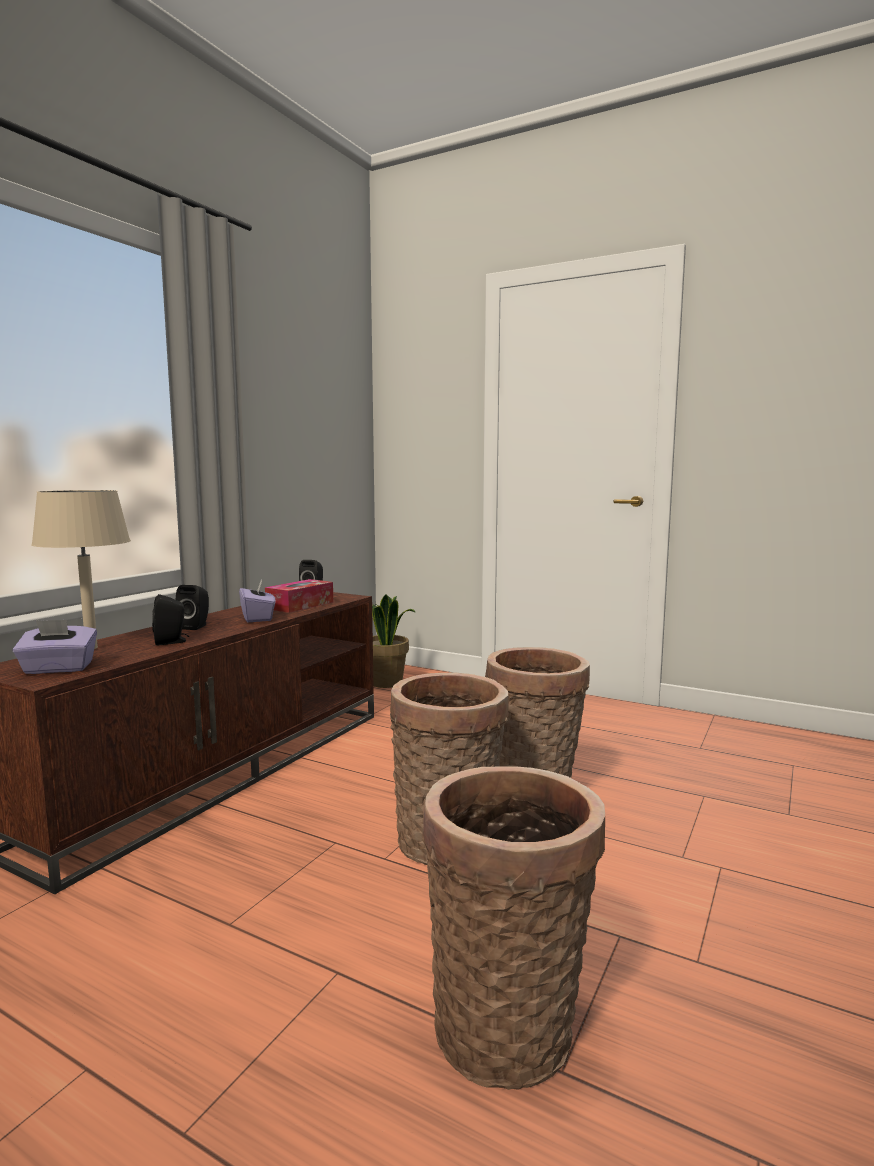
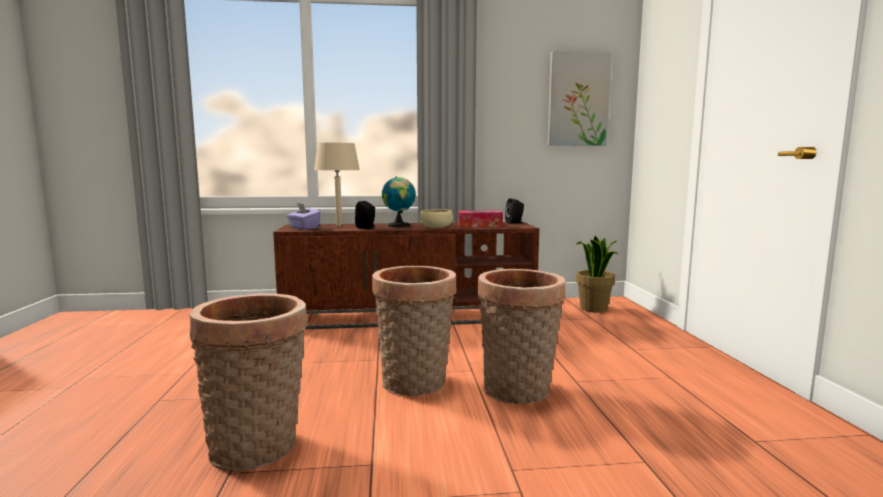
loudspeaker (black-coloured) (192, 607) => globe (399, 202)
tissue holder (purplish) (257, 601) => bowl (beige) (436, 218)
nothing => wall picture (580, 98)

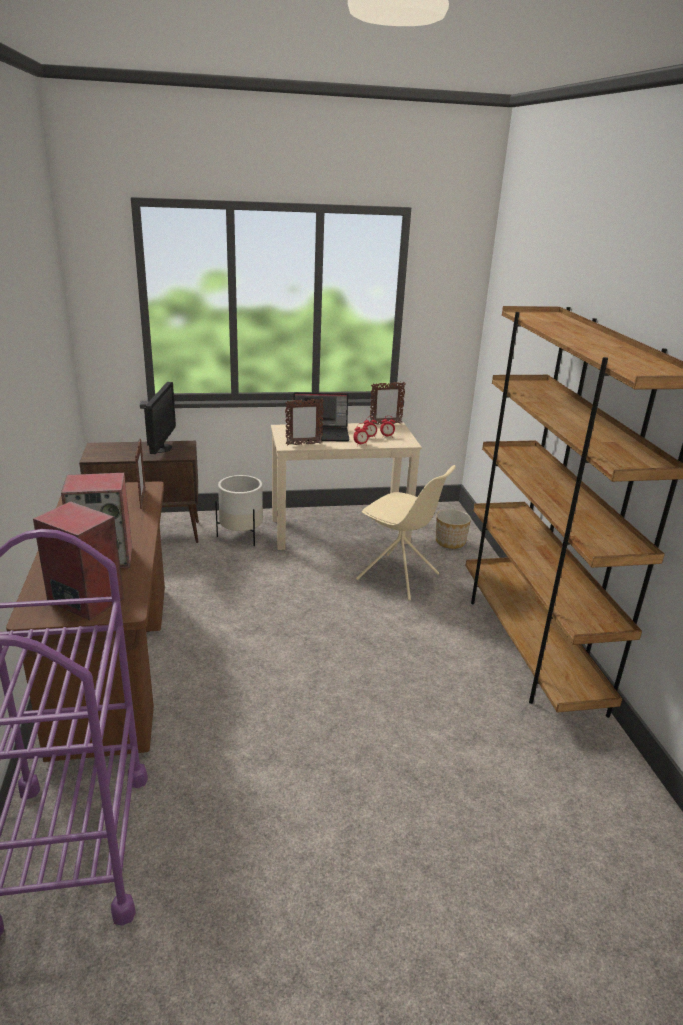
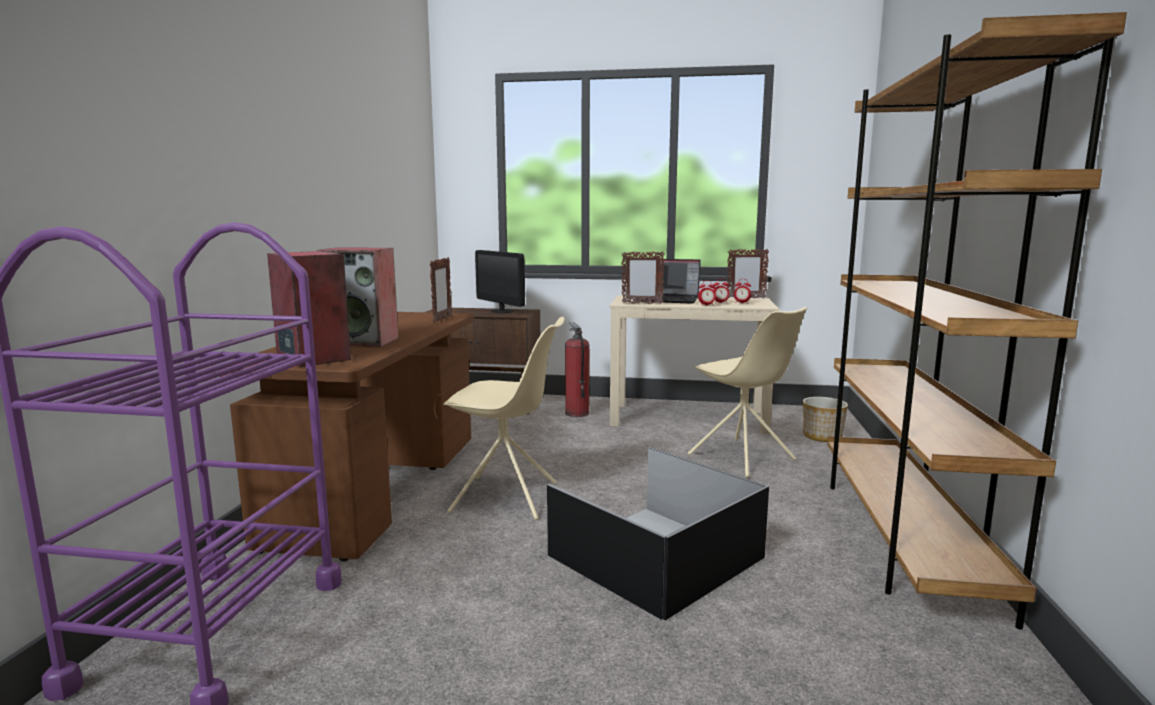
nothing => plain chair (beige) (504, 418)
computer screen (160, 418) => computer screen (500, 281), 120 degrees clockwise
nothing => storage container (black-coloured) (658, 534)
planter (whitish) (239, 510) => fire-fighting cylinder (577, 369)

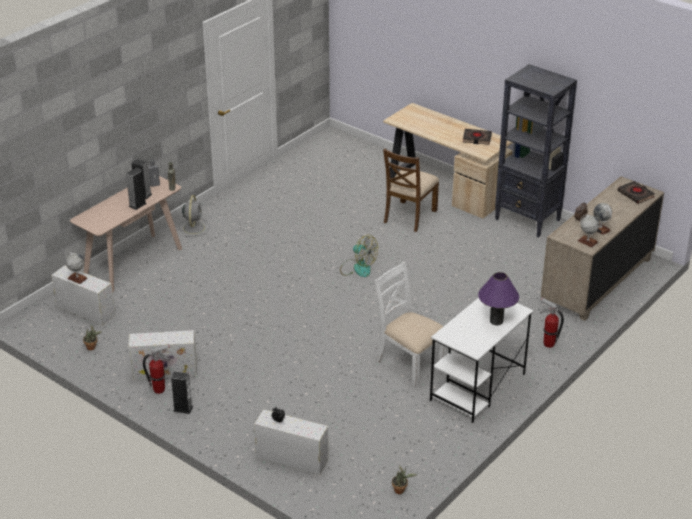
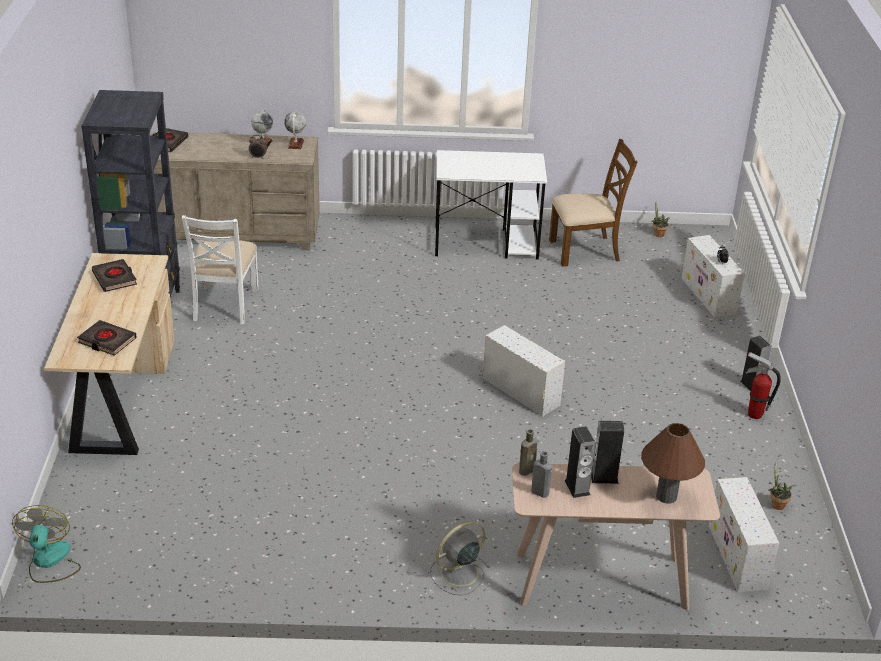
fan (359, 256) => fan (46, 544), move
nothing => bound book (black-coloured) (107, 338)
plain chair (whitish) (410, 324) => plain chair (whitish) (220, 269), move
storage container (whitish) (162, 355) => storage container (whitish) (524, 371), move
plain chair (brown) (411, 190) => plain chair (brown) (593, 203), move
nothing => tabletop lamp (brown) (673, 463)
globe (77, 268) => nothing
tabletop lamp (purplish) (498, 298) => nothing
fire-fighting cylinder (552, 323) => nothing

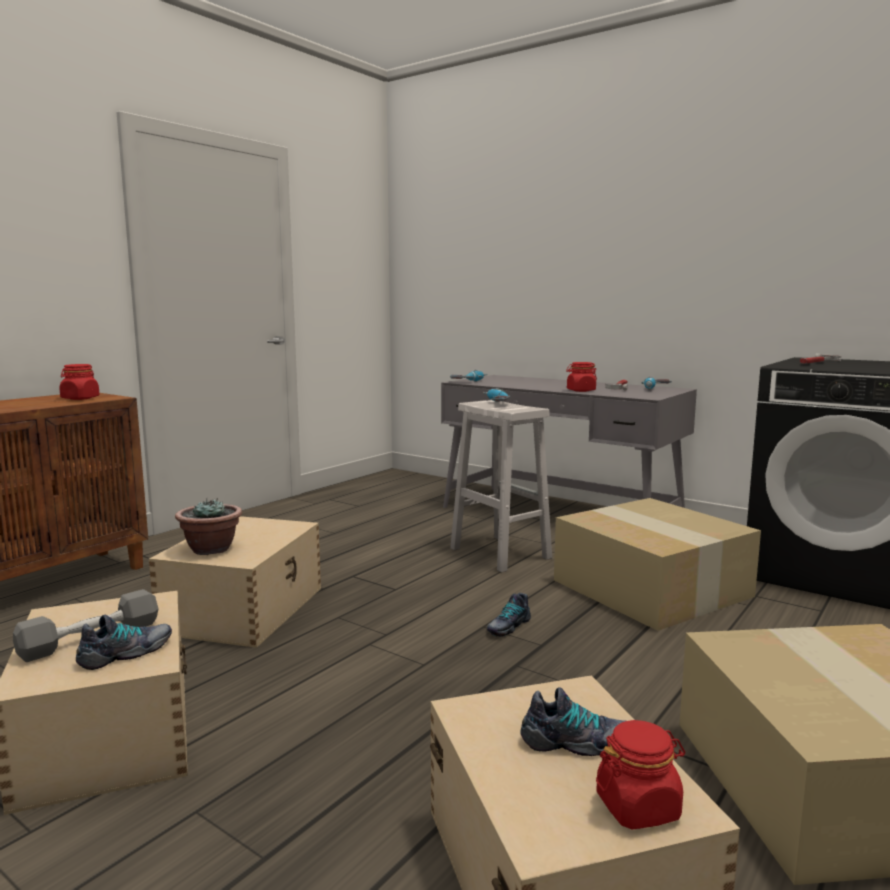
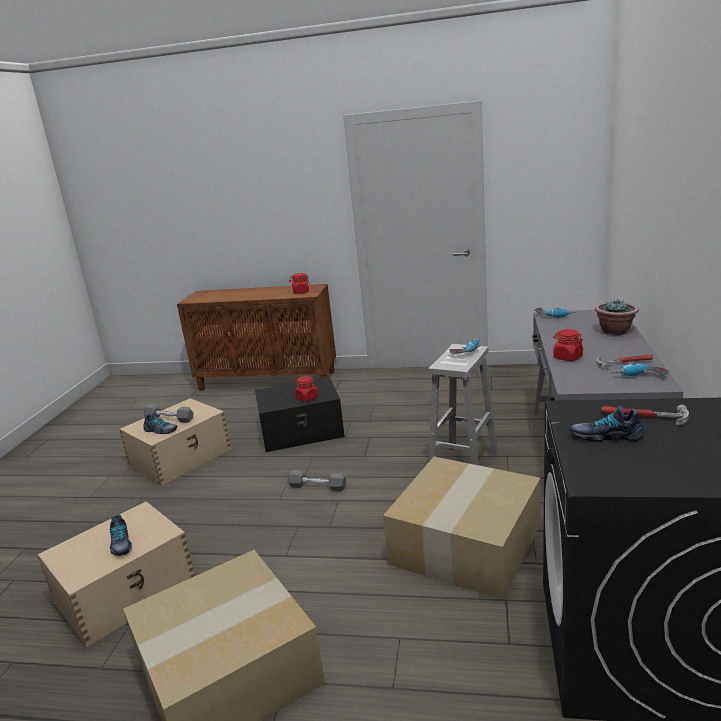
storage container (beige) (235, 582) => storage container (black-coloured) (300, 414)
nothing => free weight (greyish) (317, 480)
preserve jar (reddish) (640, 775) => preserve jar (reddish) (306, 389), move
shoe (509, 615) => shoe (607, 424), move
houseplant (208, 526) => houseplant (617, 317), move

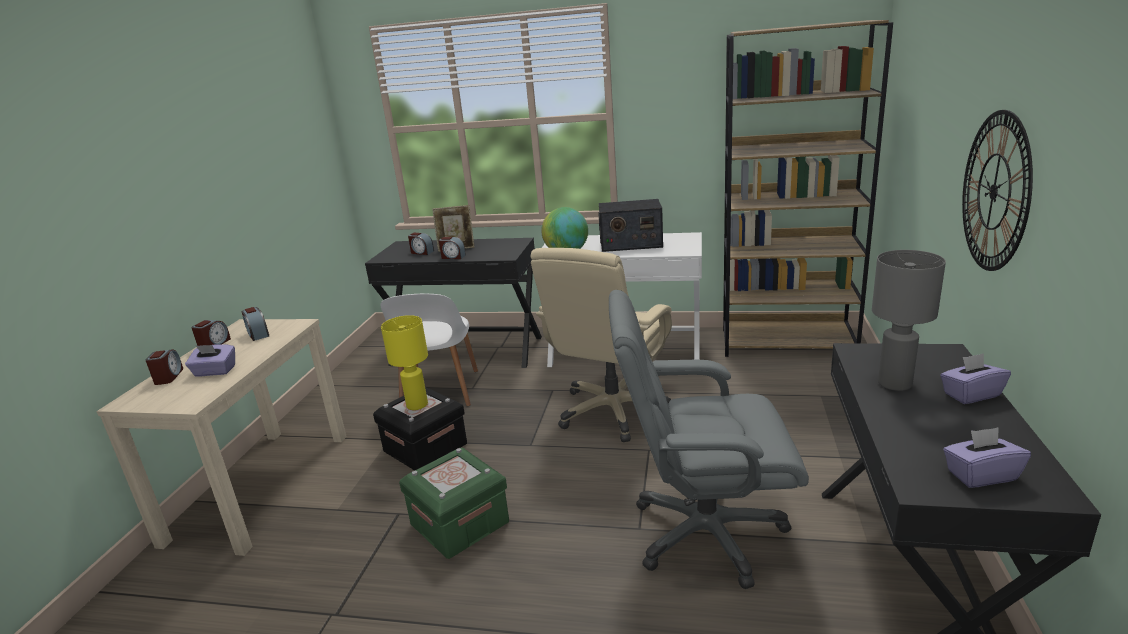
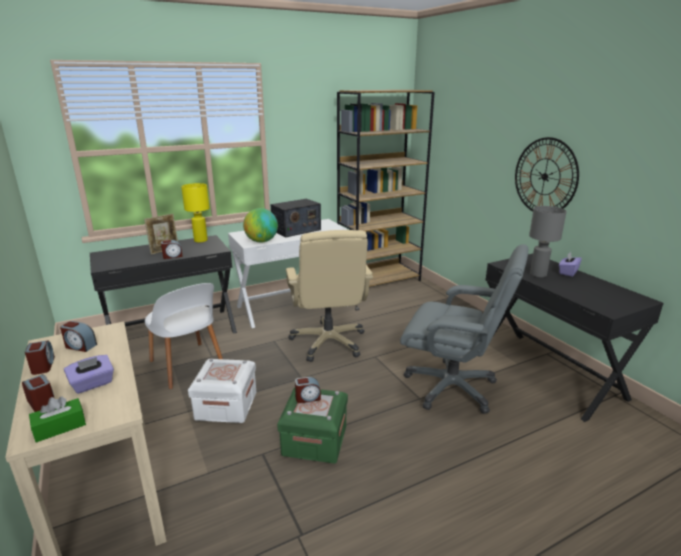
nothing => tissue holder (greenish) (57, 419)
tabletop lamp (yellow) (404, 362) => tabletop lamp (yellow) (195, 212), move
storage container (black-coloured) (420, 428) => storage container (whitish) (222, 391)
alarm clock (421, 244) => alarm clock (308, 390), move
office chair (greyish) (709, 439) => office chair (greyish) (464, 329), 120 degrees counterclockwise
tissue holder (purplish) (987, 457) => nothing

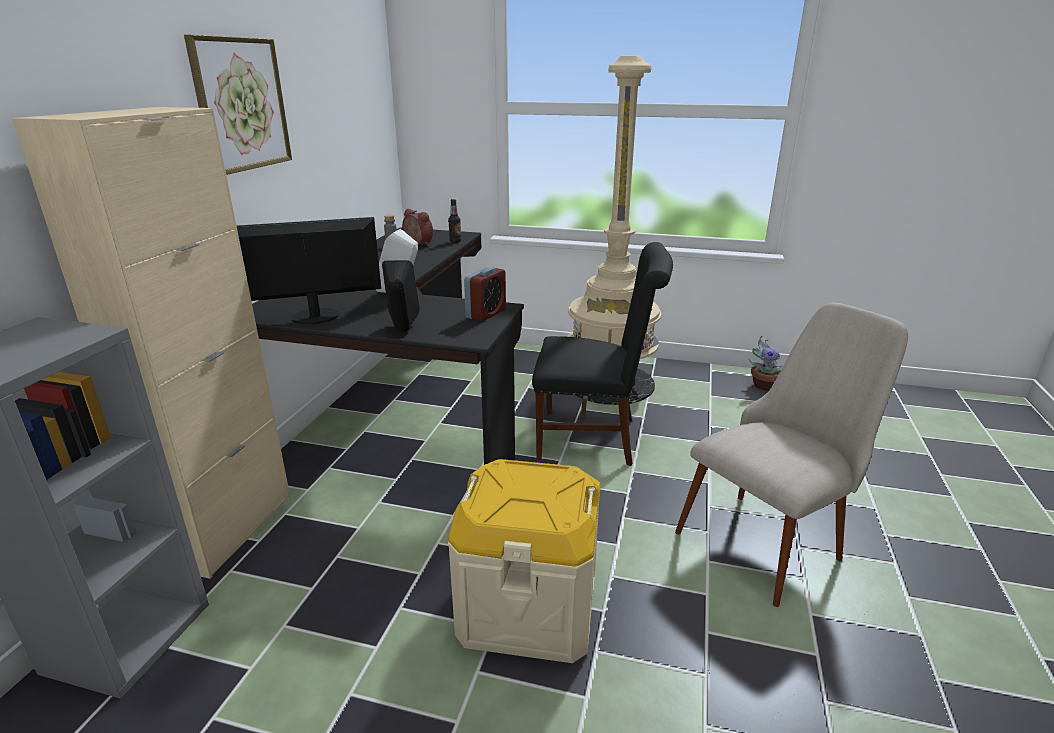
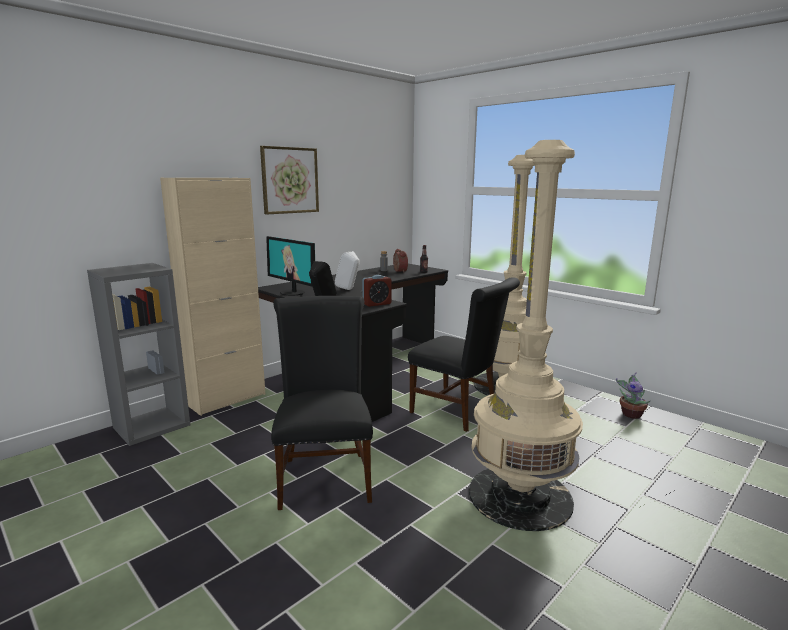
computer screen (309, 270) => computer screen (290, 266), 150 degrees counterclockwise
storage container (beige) (524, 561) => plain chair (black-coloured) (322, 403)
plain chair (beige) (791, 455) => floor lamp (beige) (526, 335)

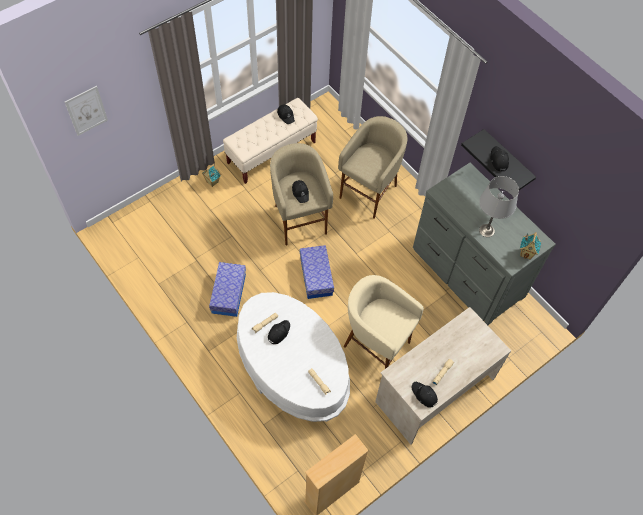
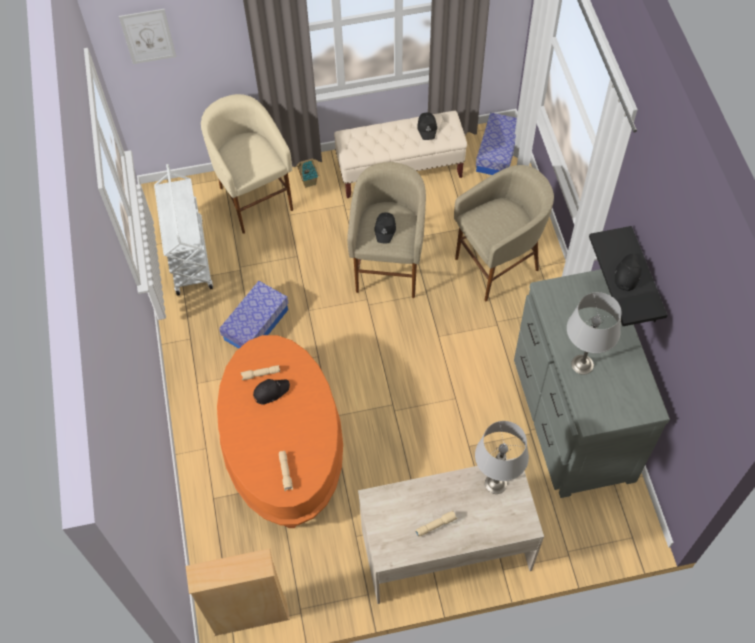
nothing => cart (whitish) (183, 230)
stool seat (beige) (384, 322) => stool seat (beige) (247, 164), move
lounge table (whitish) (293, 357) => lounge table (orange) (280, 431)
nothing => tabletop lamp (greyish) (502, 457)
storage container (317, 272) => storage container (496, 144), move
peaked cap (black-coloured) (425, 394) => nothing
toy house (530, 246) => nothing

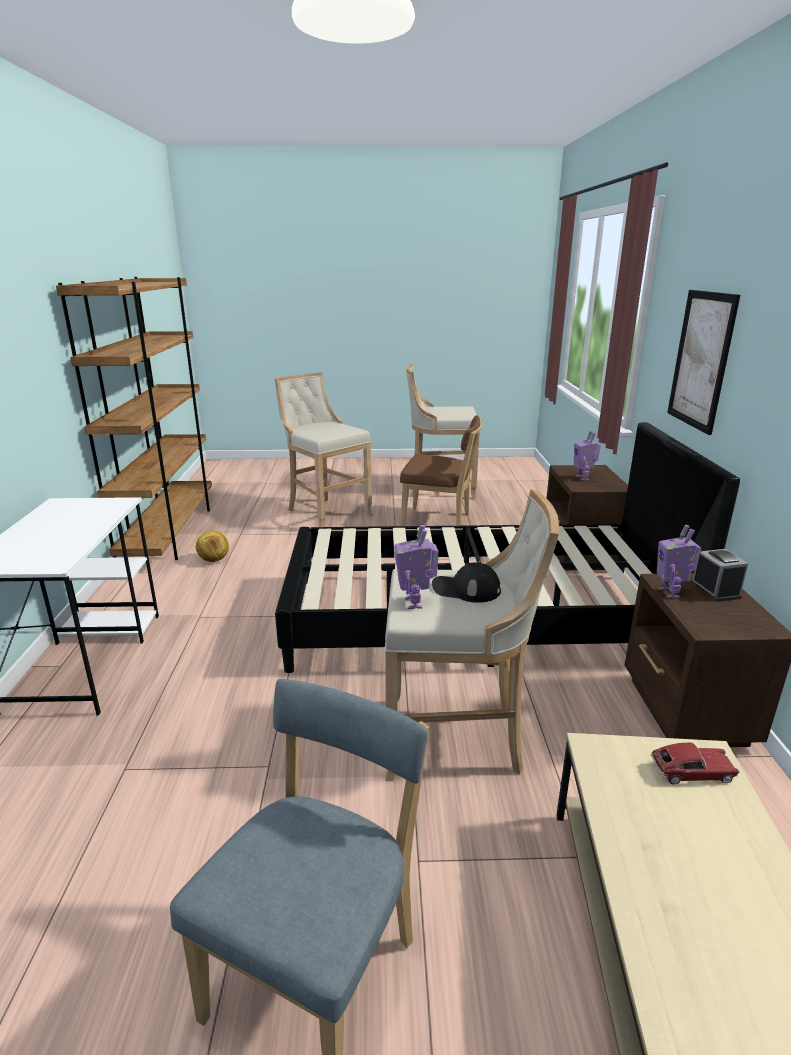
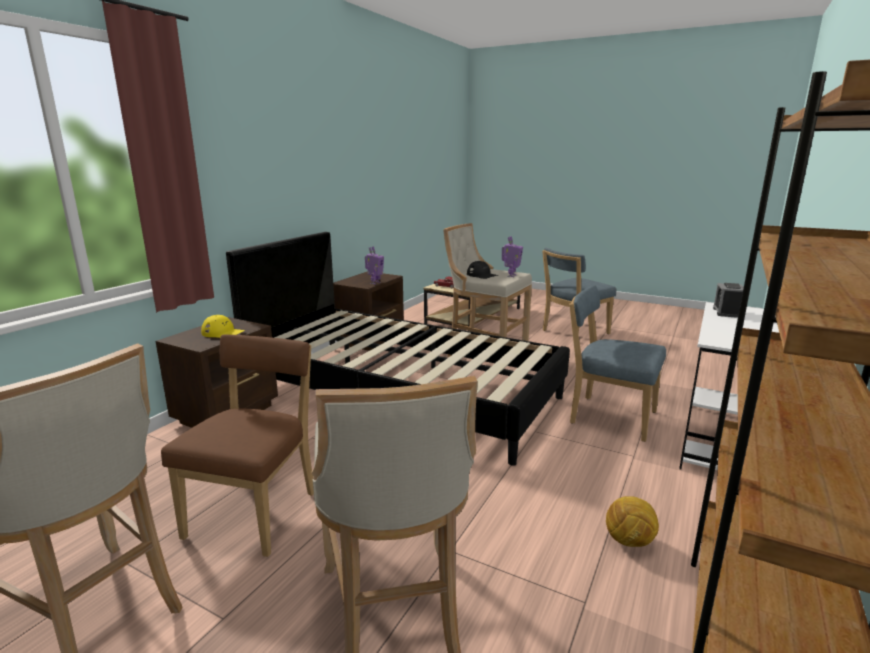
plain chair (brown) (441, 470) => plain chair (brown) (237, 446), 60 degrees clockwise
toy robot (587, 455) => peaked cap (yellow) (223, 326)
nothing => plain chair (bluish) (617, 363)
alarm clock (719, 575) => alarm clock (728, 300), move
wall picture (703, 362) => nothing

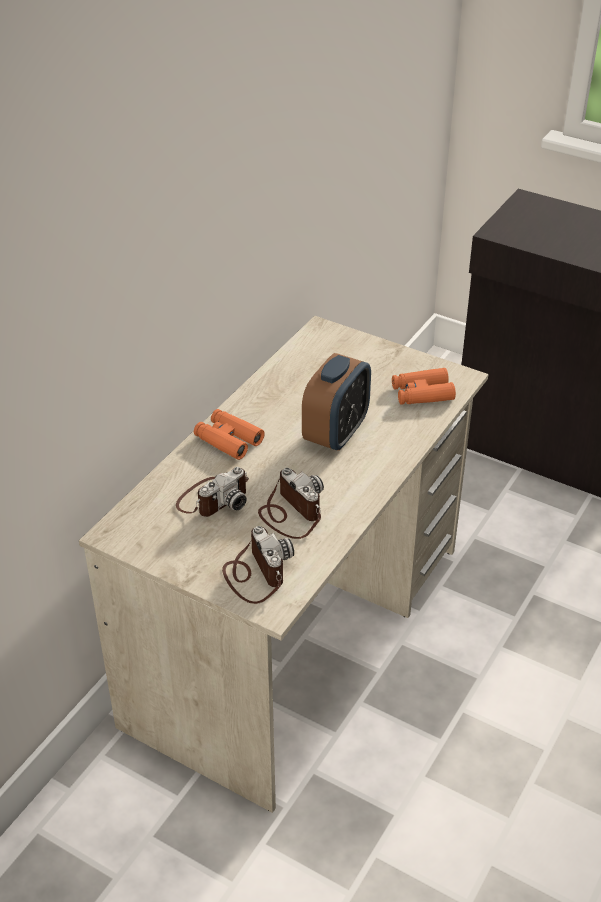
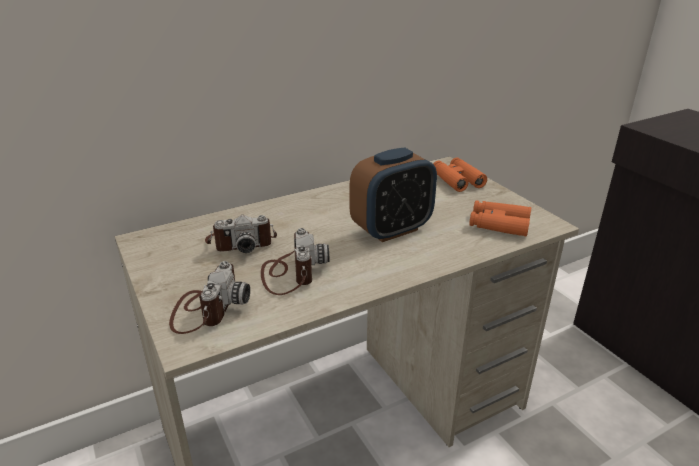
pair of binoculars (orange) (229, 434) => pair of binoculars (orange) (460, 174), move

